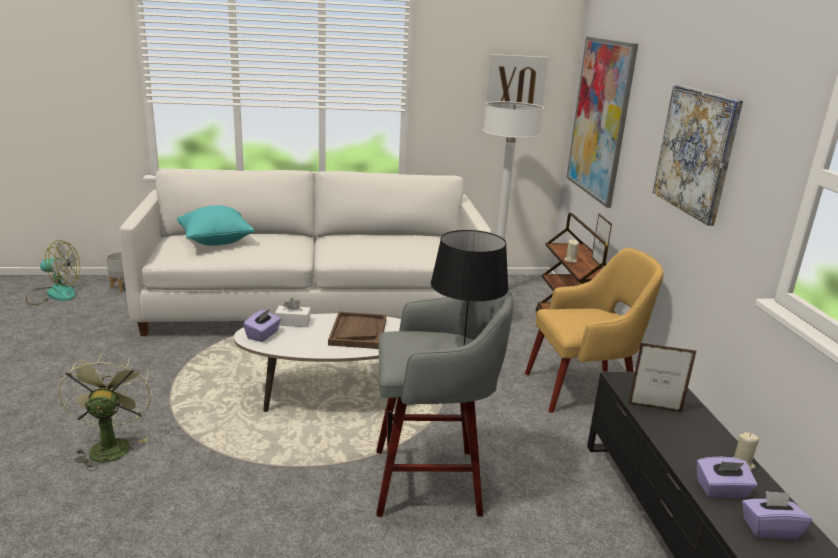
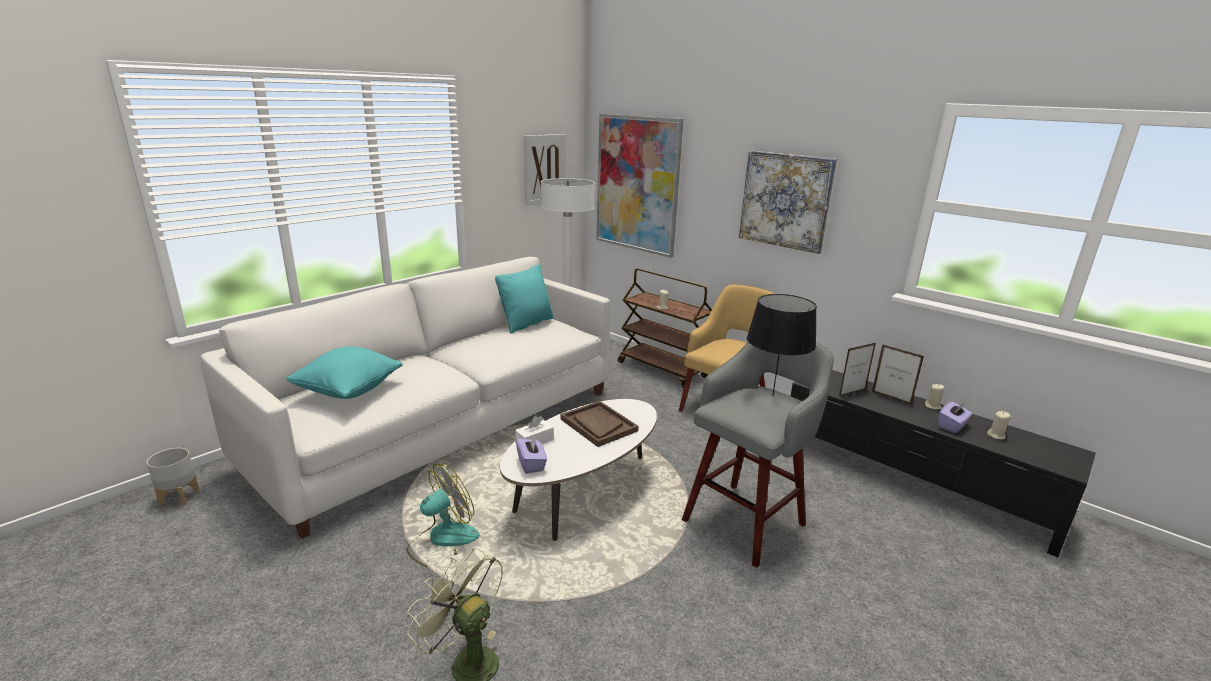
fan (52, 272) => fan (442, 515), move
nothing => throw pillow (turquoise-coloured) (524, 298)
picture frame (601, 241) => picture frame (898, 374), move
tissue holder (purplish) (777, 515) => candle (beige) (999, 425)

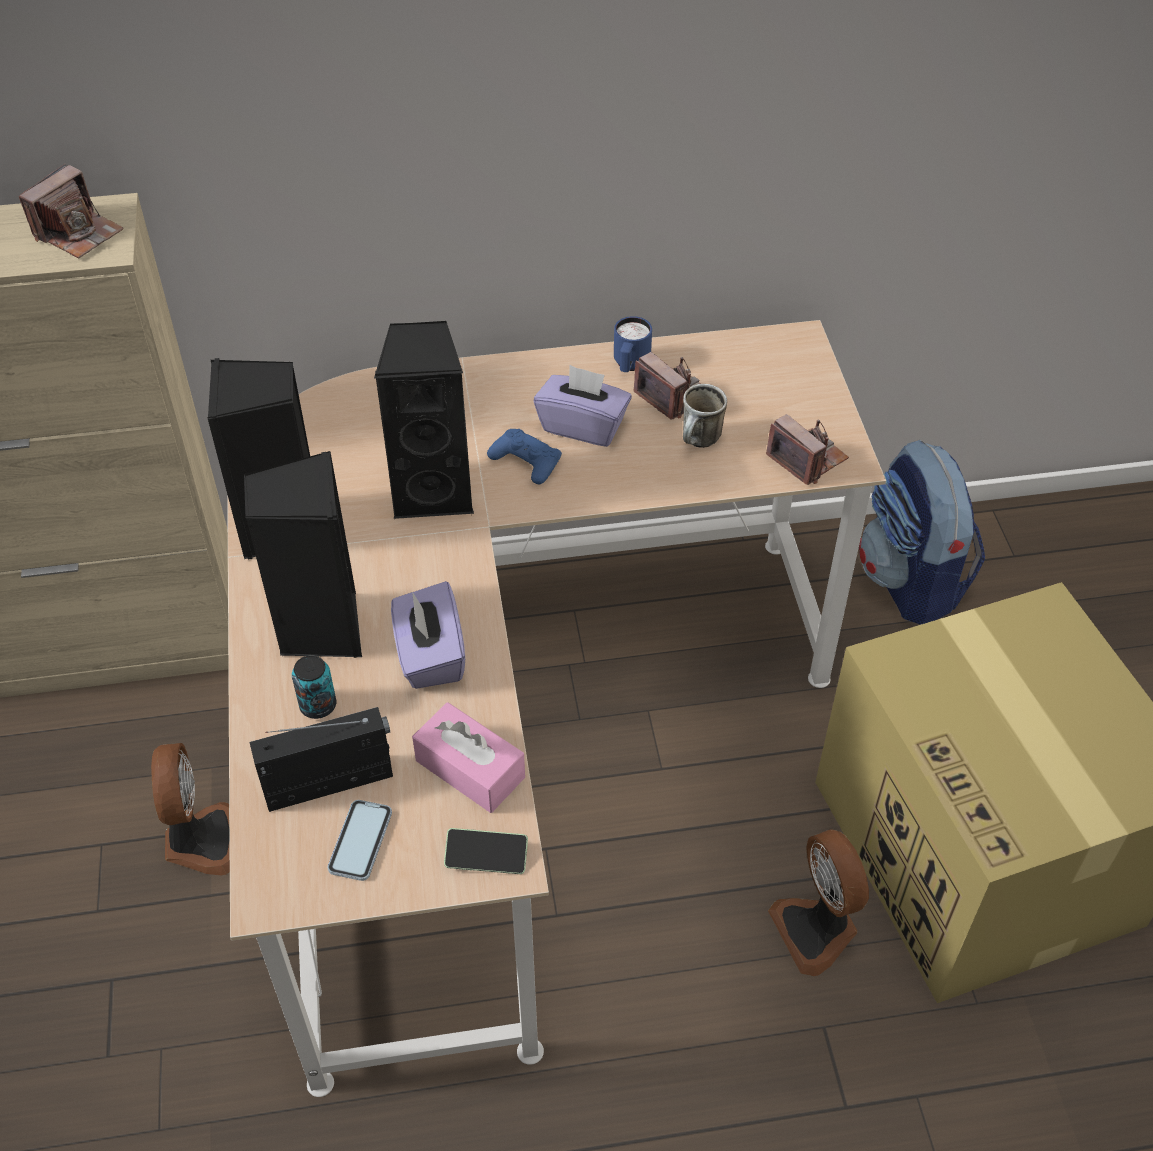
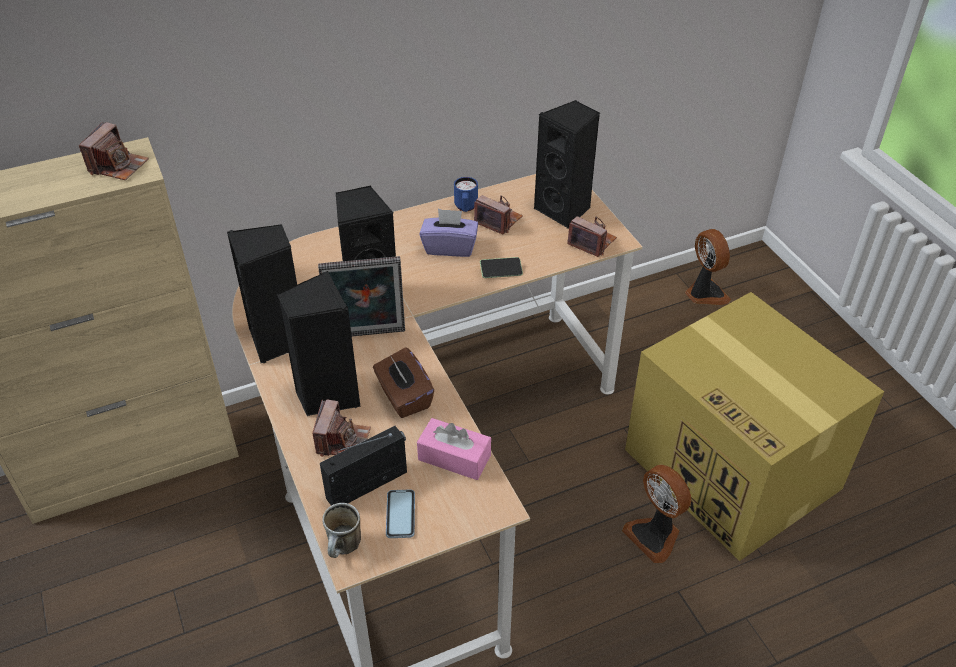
sealed can (314, 687) => still camera (341, 428)
nothing => picture frame (361, 296)
mug (705, 416) => mug (341, 530), move
tissue holder (purplish) (428, 635) => tissue holder (brown) (403, 382)
handset (486, 851) => handset (501, 267), move
nothing => loudspeaker (black-coloured) (567, 164)
fan (190, 809) => fan (708, 267), move
joypad (bluish) (524, 456) => nothing
rucksack (922, 532) => nothing

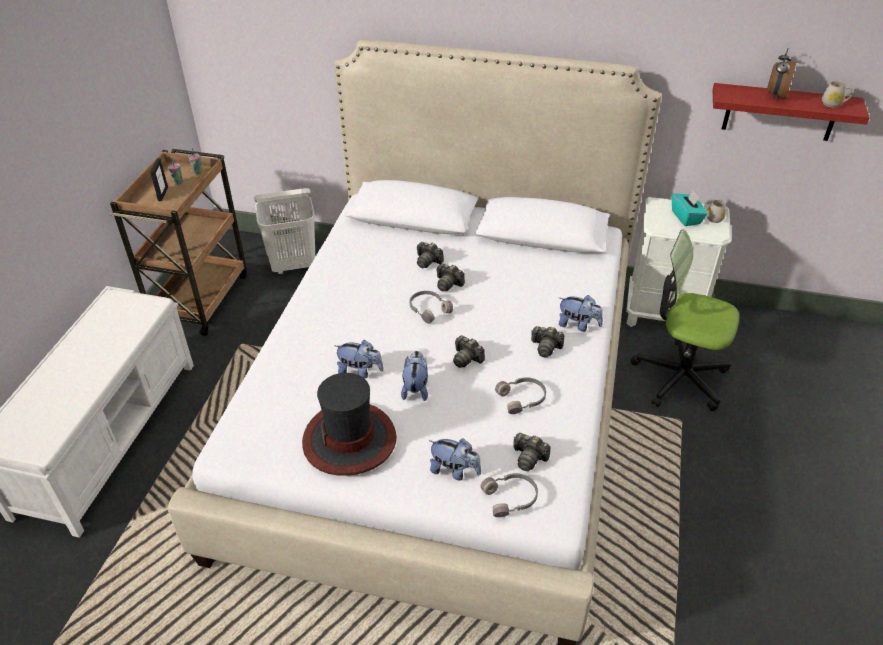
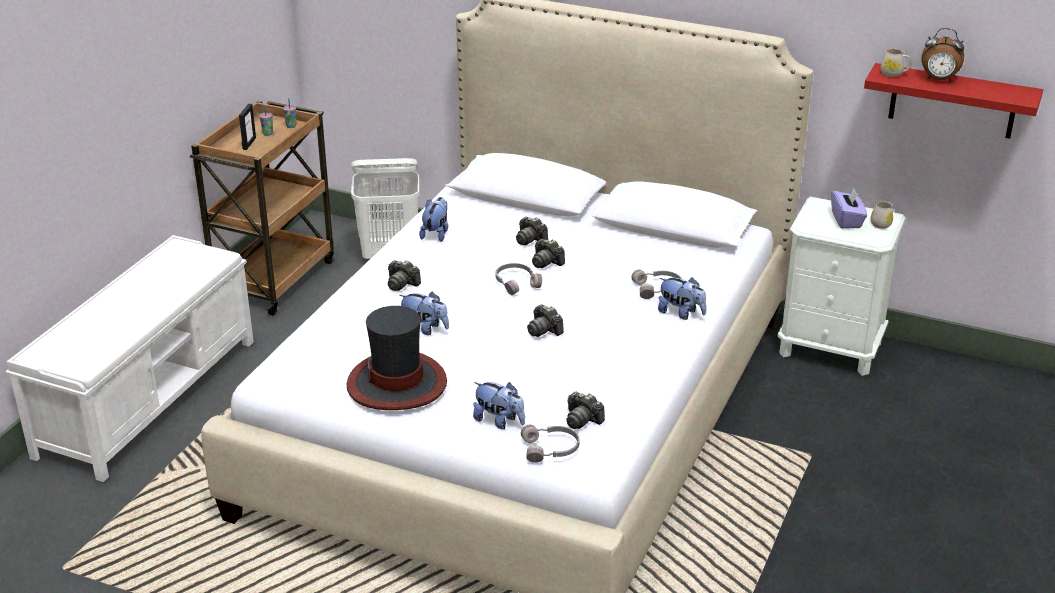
still camera (547, 342) => still camera (404, 275), move
soft toy (414, 376) => soft toy (433, 219), move
headset (greyish) (520, 395) => headset (greyish) (656, 284), move
tissue holder (turquoise-coloured) (689, 208) => tissue holder (purplish) (849, 208)
mug (whitish) (837, 94) => mug (whitish) (896, 62), move
alarm clock (781, 74) => alarm clock (943, 55), 105 degrees counterclockwise
office chair (685, 320) => nothing

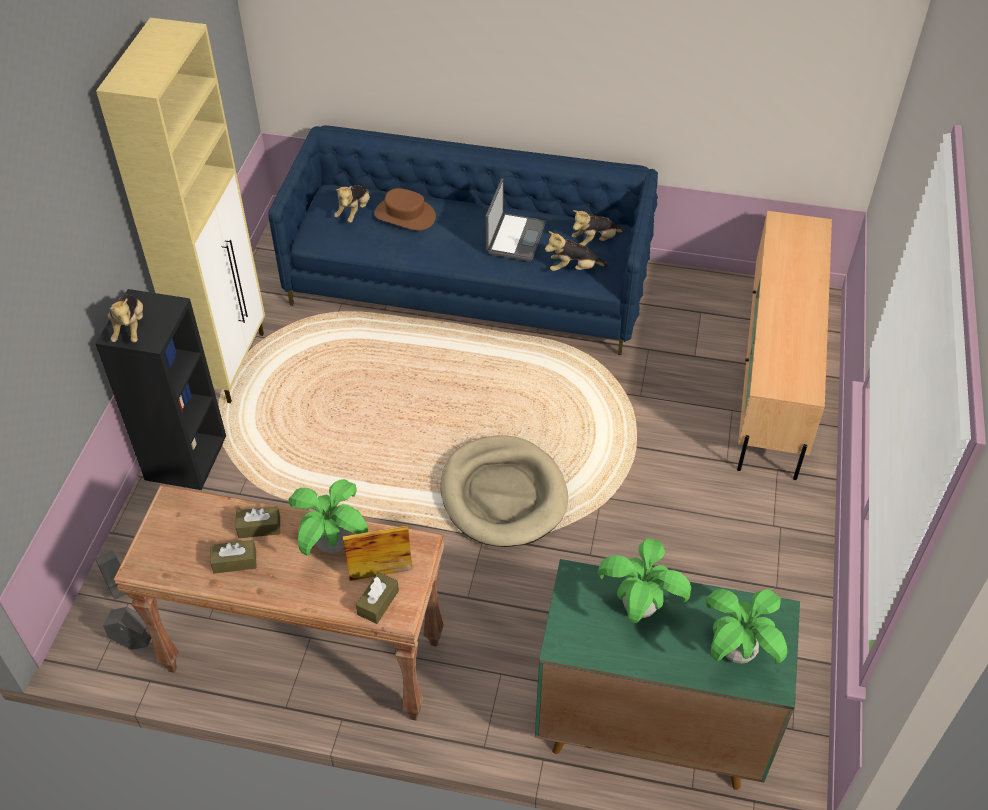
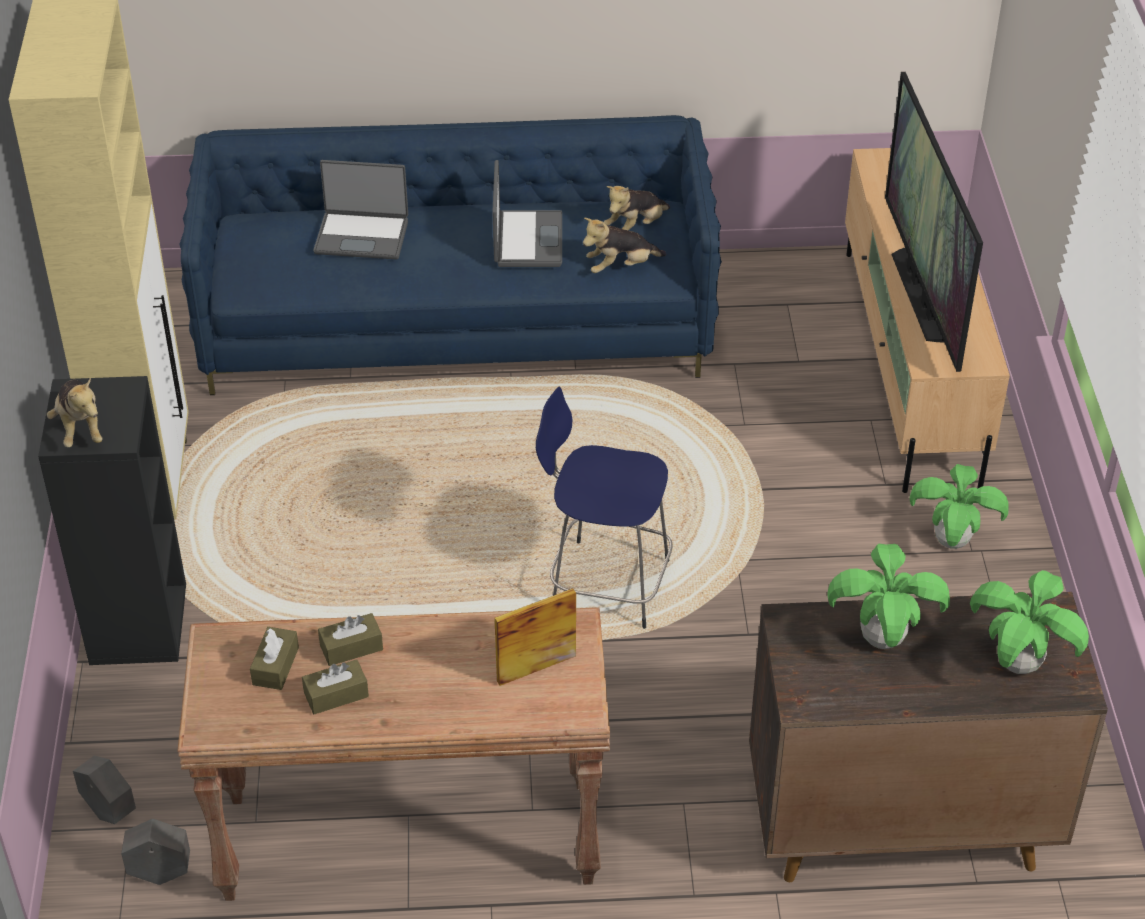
tissue holder (brown) (377, 598) => tissue holder (brown) (274, 658), move
clothing hat (brown) (405, 209) => notebook computer (360, 209)
dog bed (beige) (504, 491) => stool seat (bluish) (604, 508)
storage cabinet (greenish) (667, 674) => storage cabinet (brown) (928, 737)
nothing => TV set (934, 222)
houseplant (328, 517) => houseplant (959, 506), move
soft toy (352, 204) => nothing

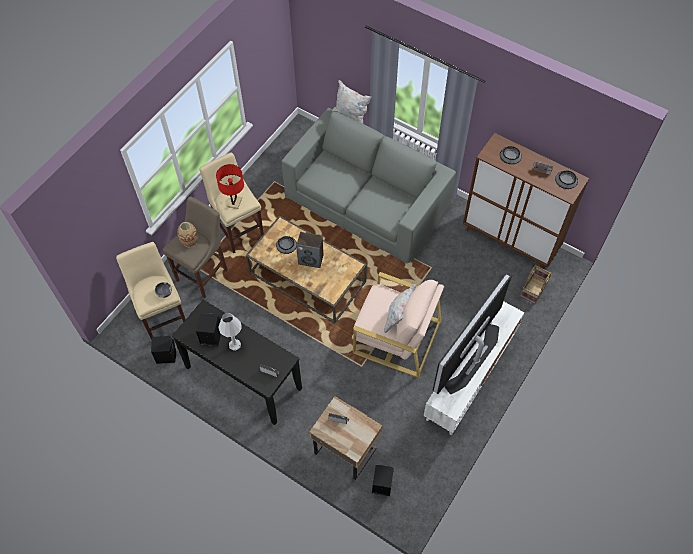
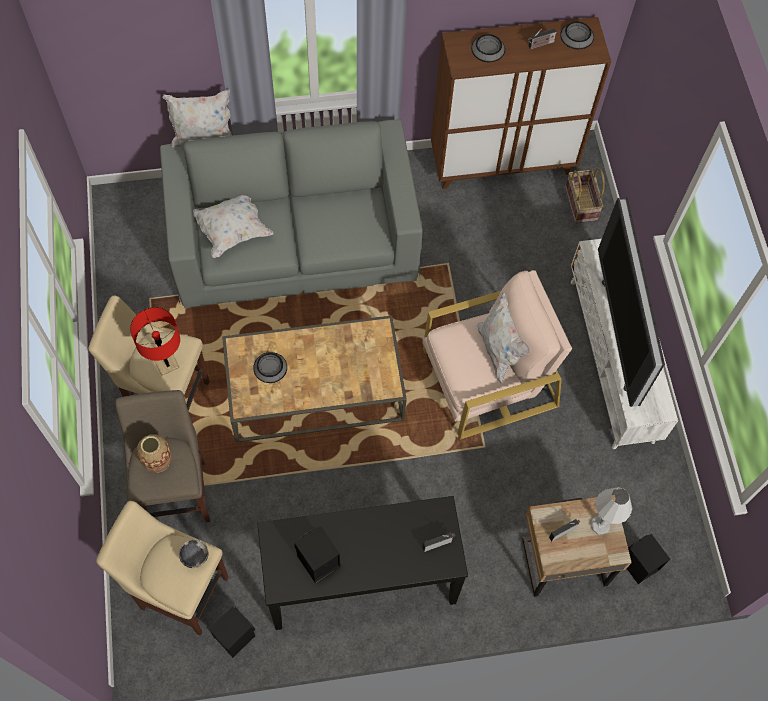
nothing => throw pillow (whitish) (233, 226)
tabletop lamp (whitish) (229, 332) => tabletop lamp (whitish) (611, 511), move
loudspeaker (310, 250) => nothing

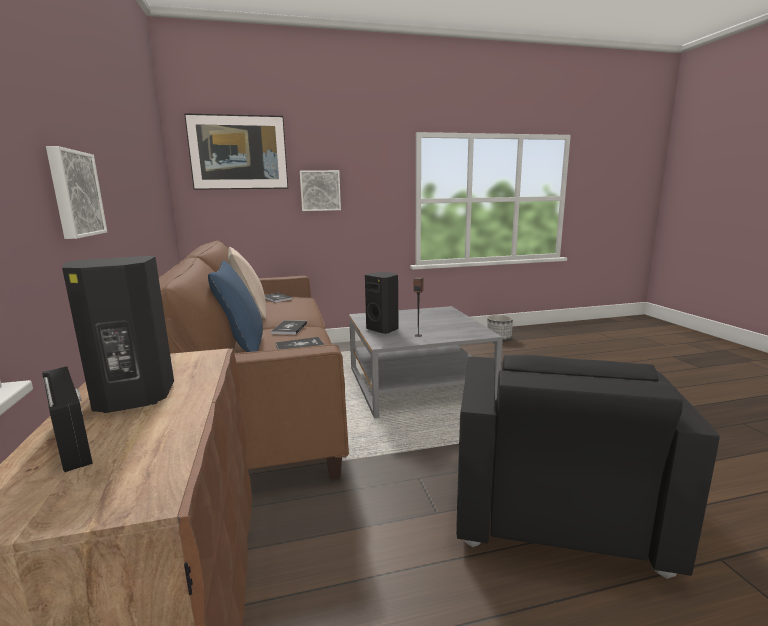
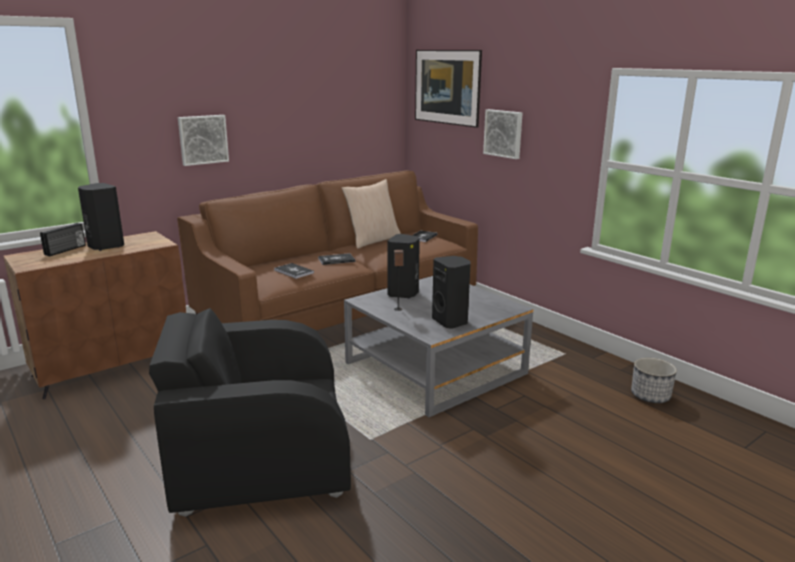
nothing => loudspeaker (black-coloured) (451, 292)
throw pillow (bluish) (235, 306) => nothing

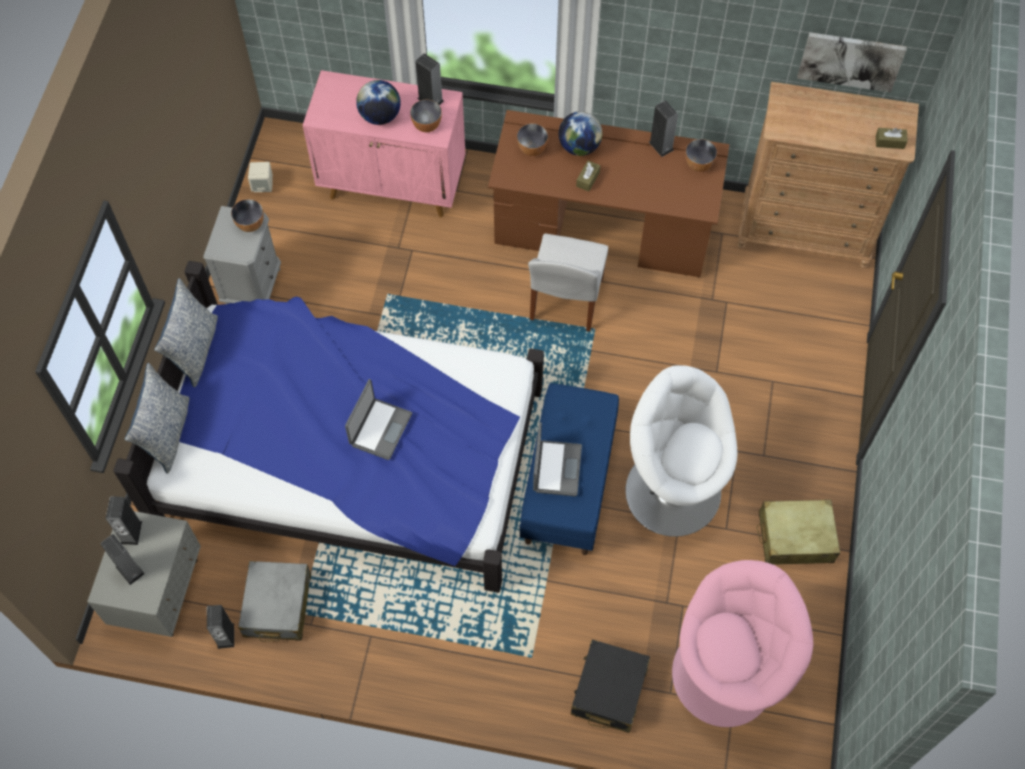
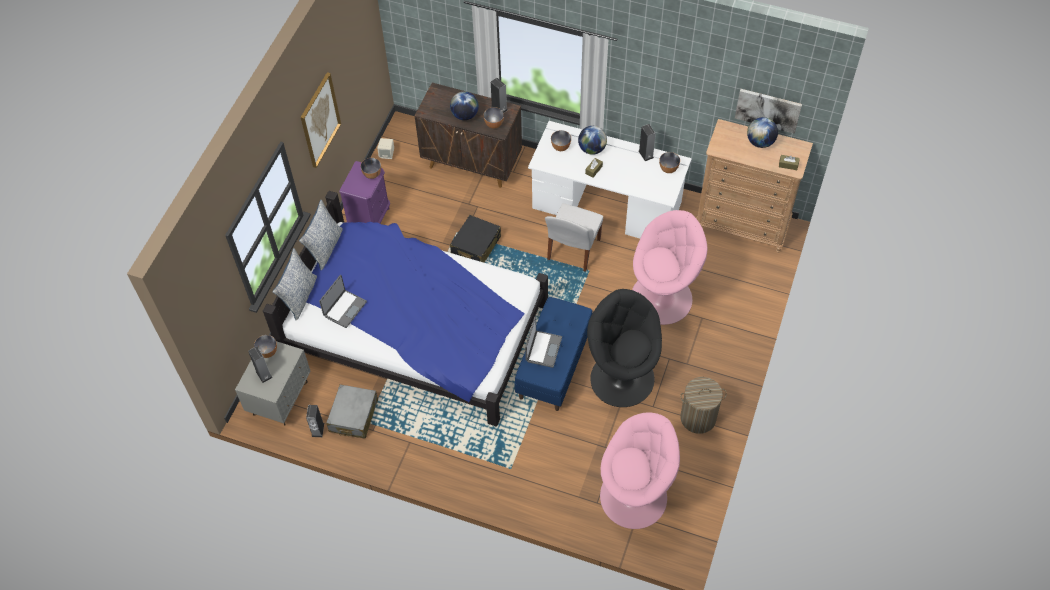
loudspeaker (124, 520) => bowl (265, 346)
nothing => wall picture (321, 120)
notebook computer (378, 419) => notebook computer (343, 301), move
bedside table (greyish) (242, 255) => bedside table (purplish) (364, 192)
storage cabinet (pinkish) (384, 143) => storage cabinet (brown) (468, 135)
piece of luggage (black-coloured) (610, 686) => piece of luggage (black-coloured) (475, 239), move
desk unit (brown) (609, 193) => desk unit (whitish) (610, 179)
easy chair (whitish) (681, 451) => easy chair (black-coloured) (624, 348)
nothing => easy chair (pinkish) (670, 267)
piece of luggage (beige) (798, 532) => hamper (703, 405)
nothing => globe (762, 132)

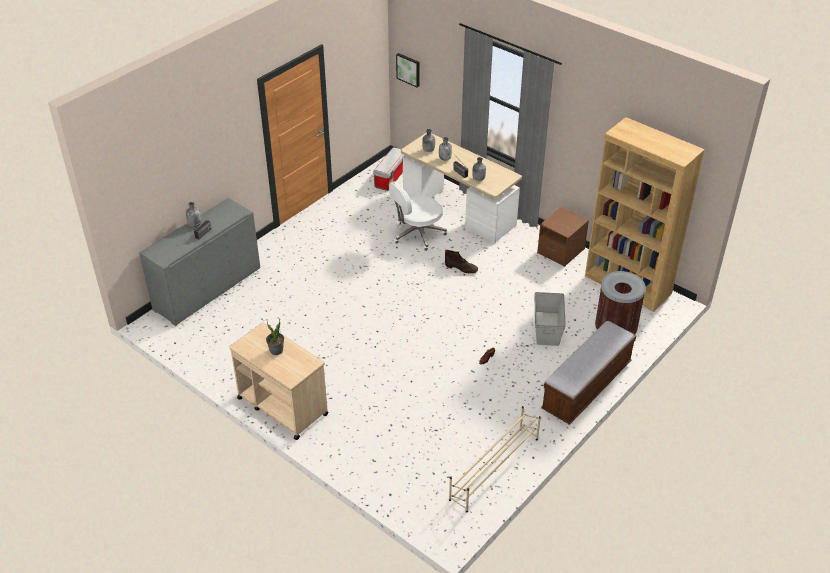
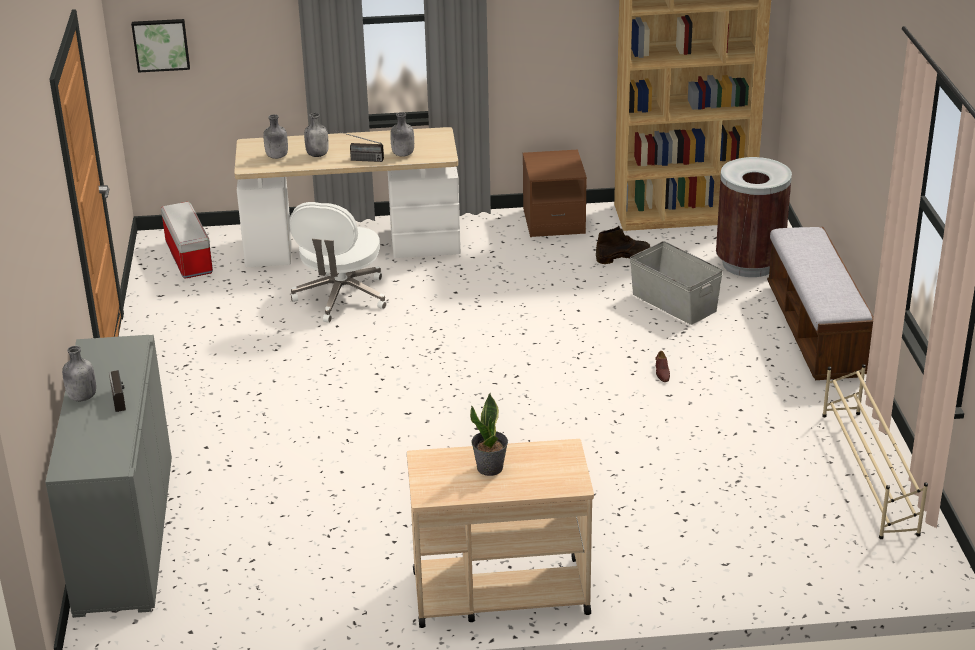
tall boot (brown) (461, 262) => tall boot (brown) (623, 245), move

